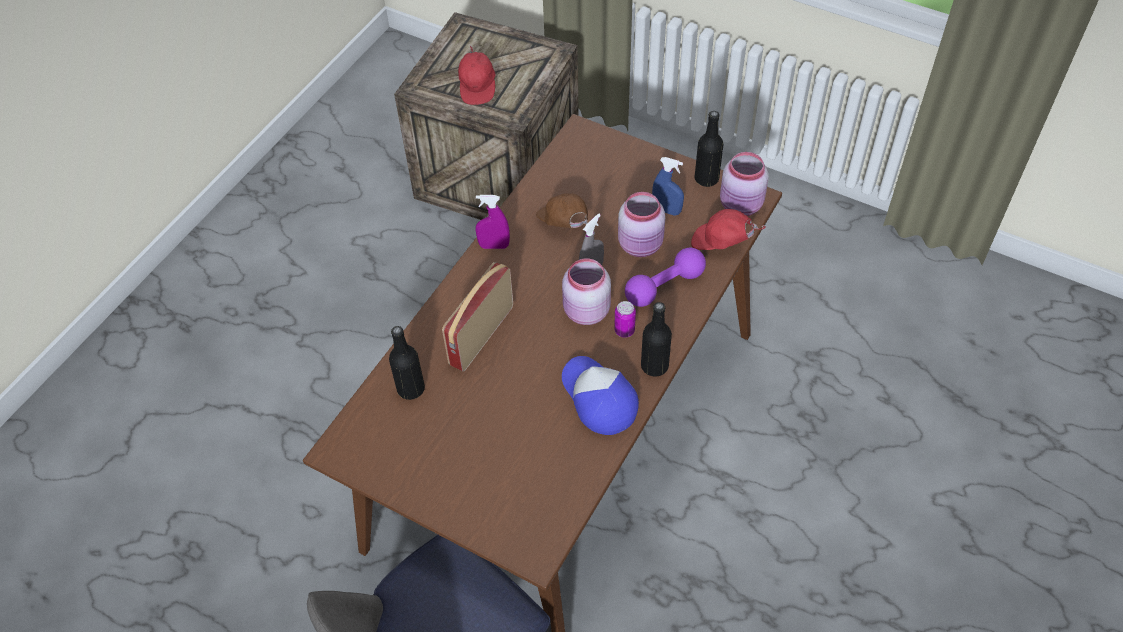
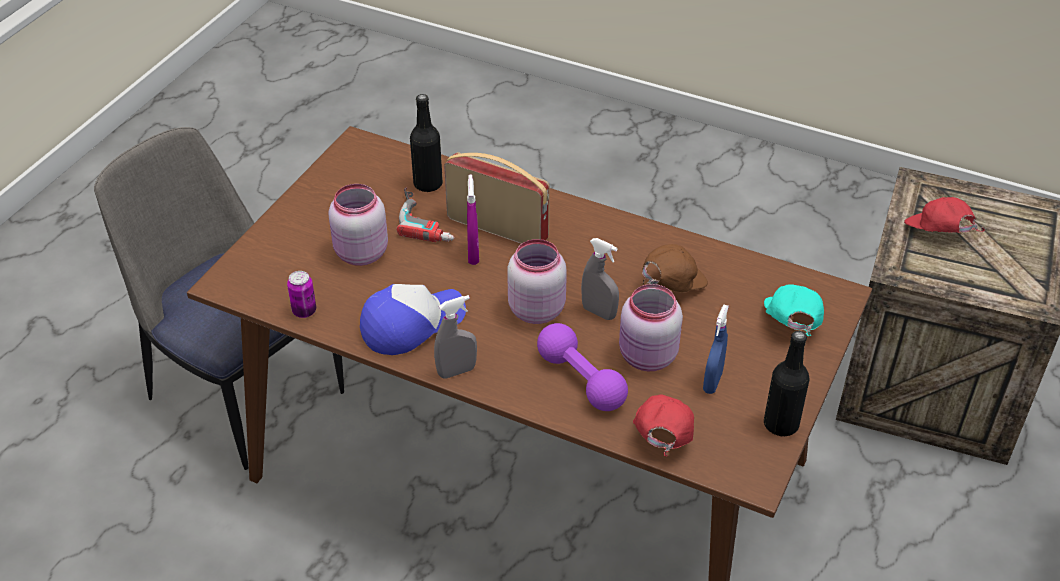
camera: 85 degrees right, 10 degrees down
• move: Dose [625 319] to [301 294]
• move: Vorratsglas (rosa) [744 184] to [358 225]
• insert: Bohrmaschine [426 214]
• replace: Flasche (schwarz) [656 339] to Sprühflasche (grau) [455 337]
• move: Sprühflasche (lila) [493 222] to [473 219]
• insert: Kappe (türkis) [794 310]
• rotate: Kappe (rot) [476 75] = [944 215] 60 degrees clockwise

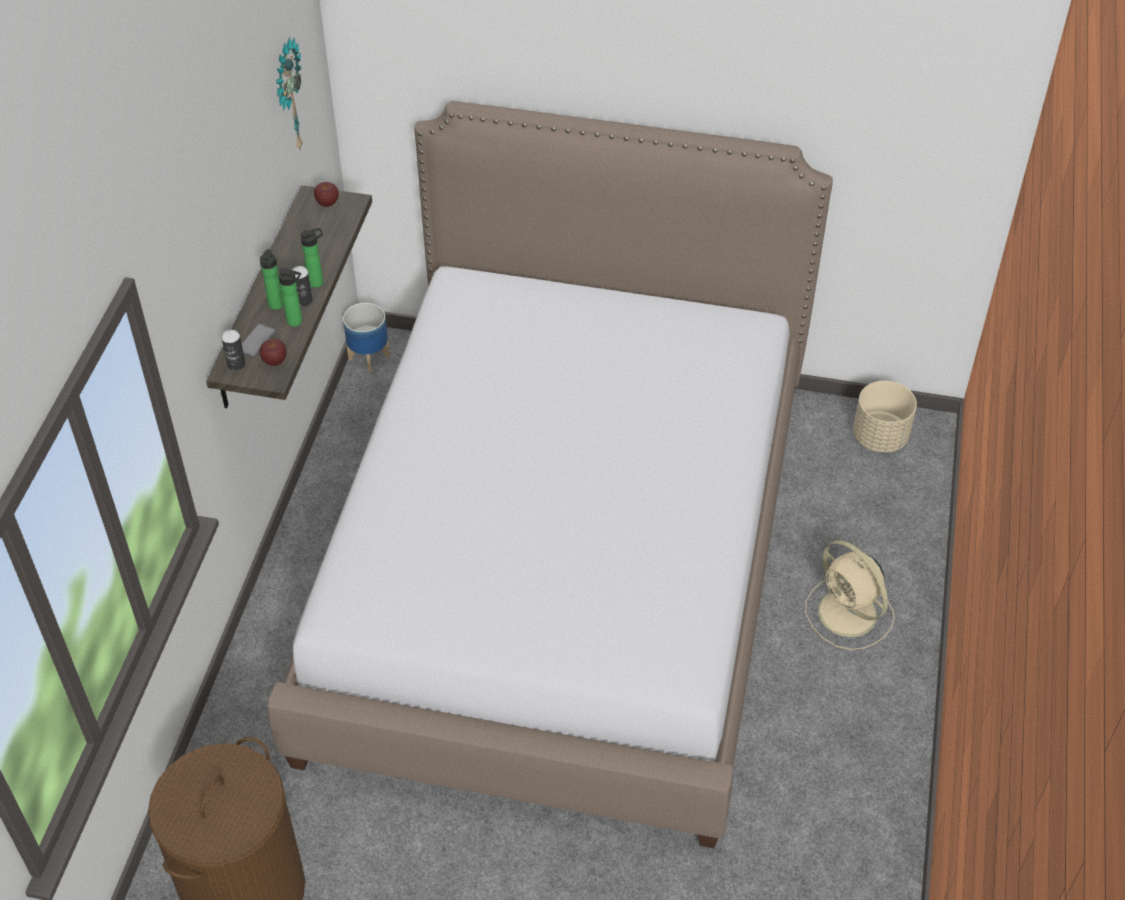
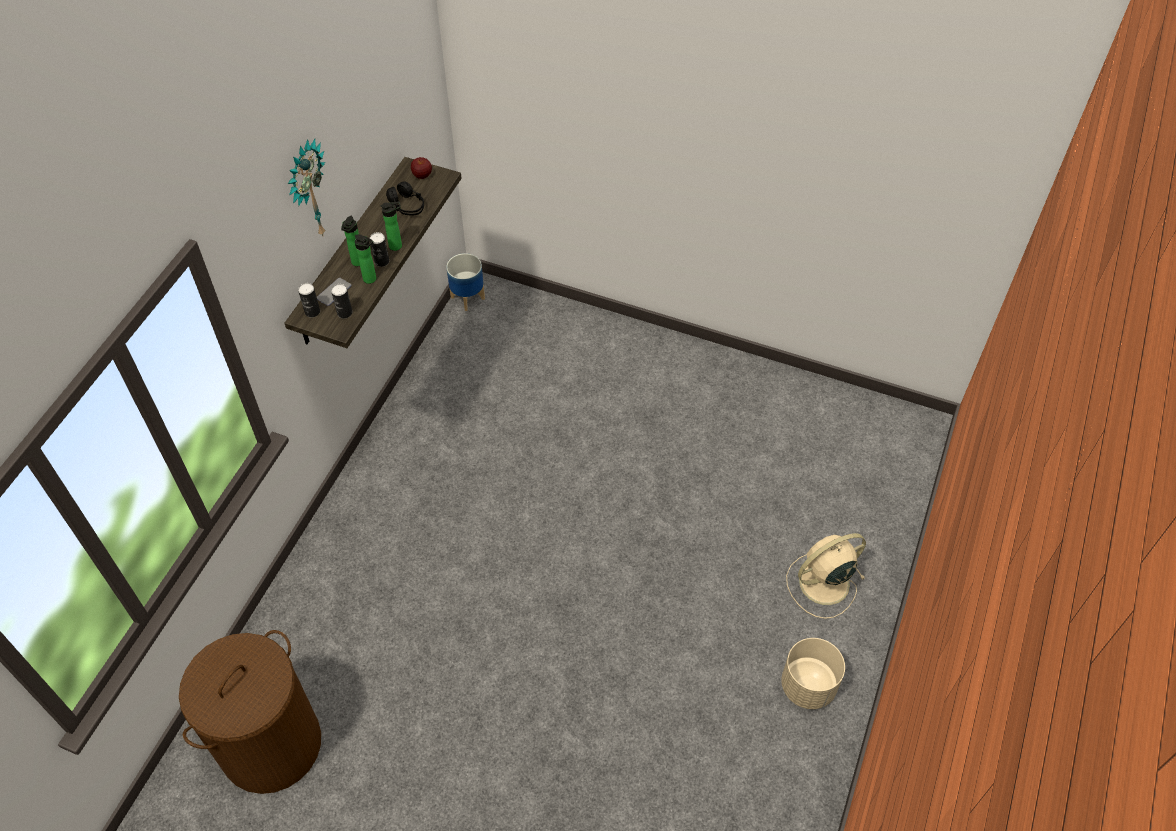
camera: 10 degrees right, 5 degrees up
• move: Wanduhr [289 94] to [307 187]
• replace: Apfel [273 352] to Dose [341 301]
• insert: Kopfhörer (schwarz) [405 198]
• move: Pflanzkübel (beige) [885 417] to [813 673]
• rotate: Ventilator (beige) [849 595] = [826 576] 90 degrees clockwise
• delete: Bett [550 474]

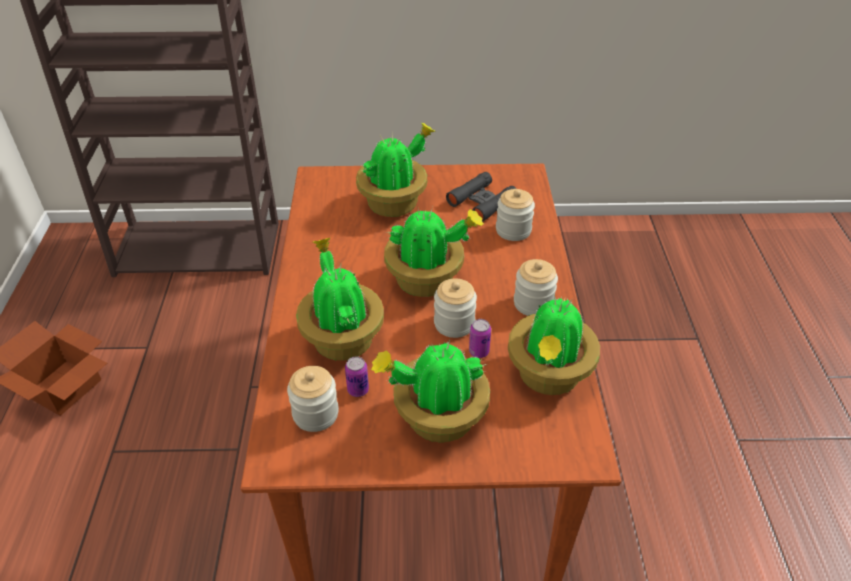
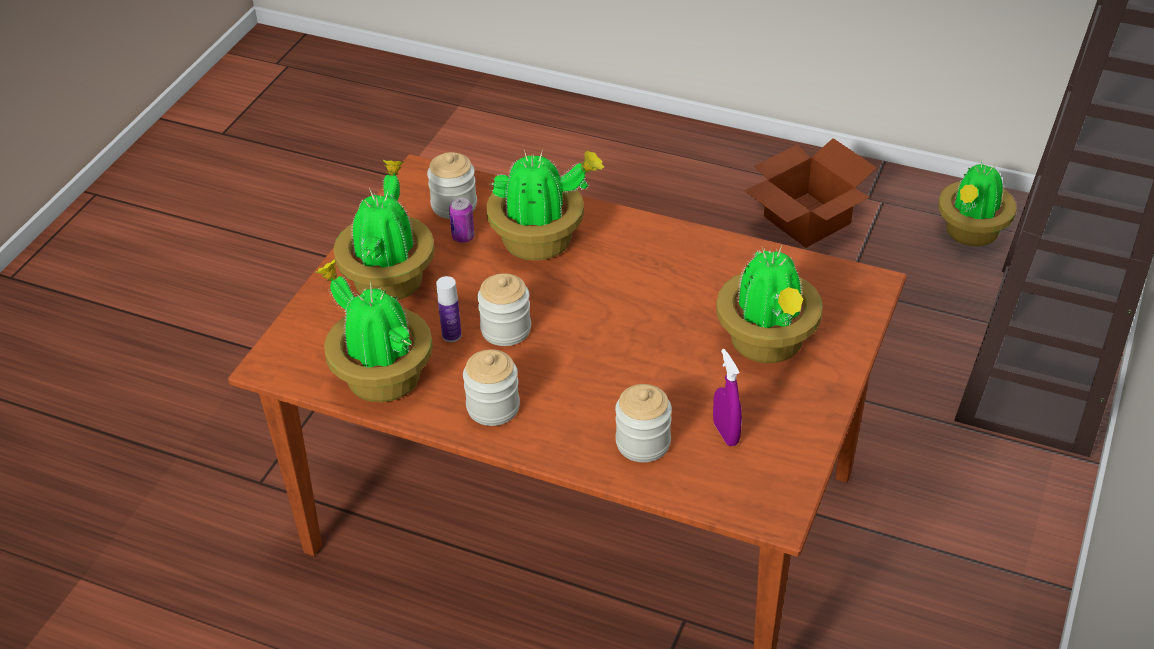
camera: 115 degrees right, 0 degrees up
• replace: Dose [480 338] to Flasche [449 309]
• replace: Fernglas (schwarz) [481 197] to Sprühflasche (lila) [727 397]
• move: Topfpflanze [434 251] to [977 202]

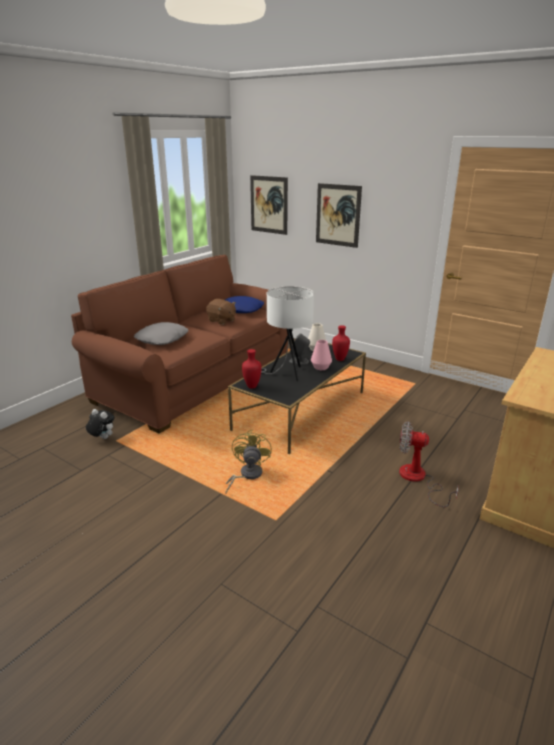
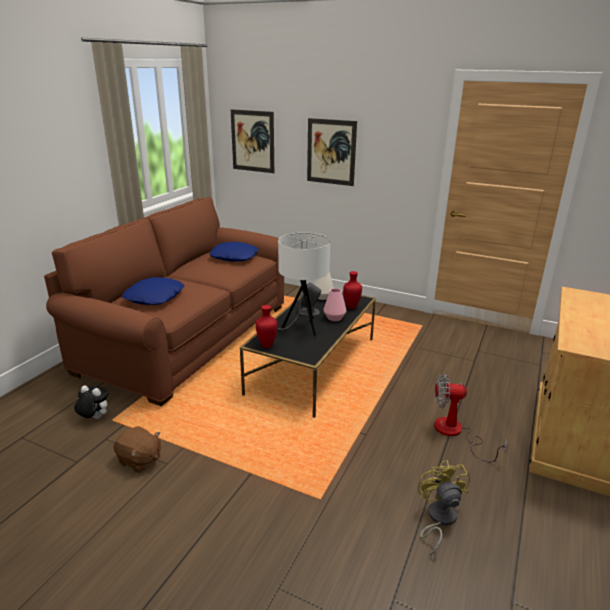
camera: 10 degrees left, 0 degrees up
• move: Plüschtier (braun) [221 312] to [137 449]
• recolor: Kissen (grau) [161 333] to Kissen (blau) [153 291]
• move: Ventilator (gelb) [248 462] to [444 507]

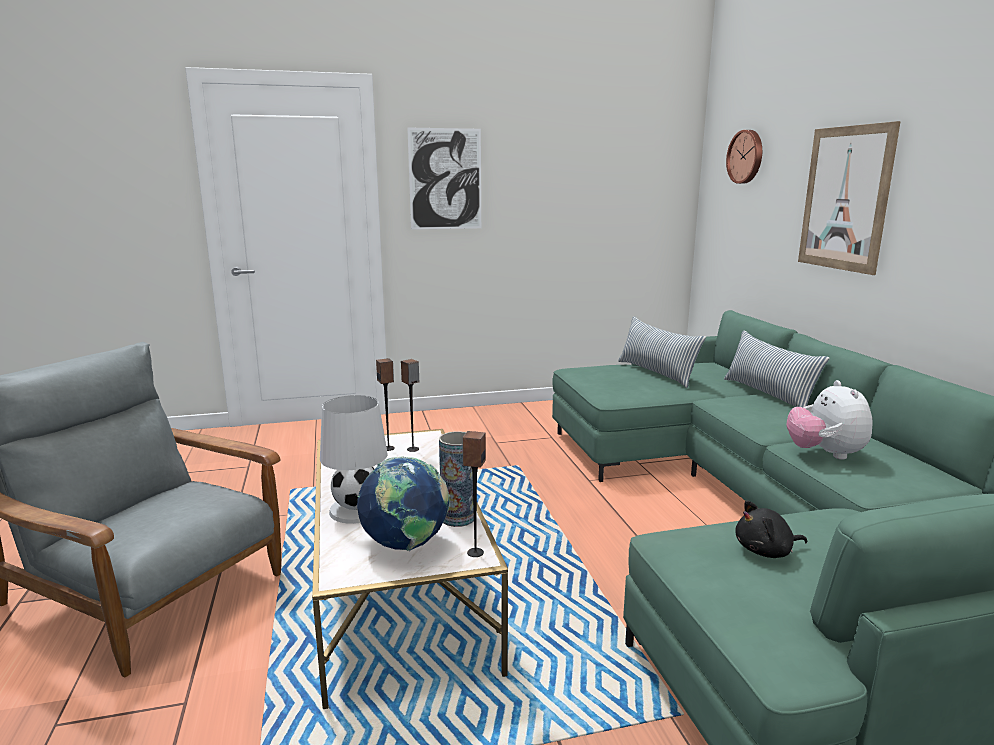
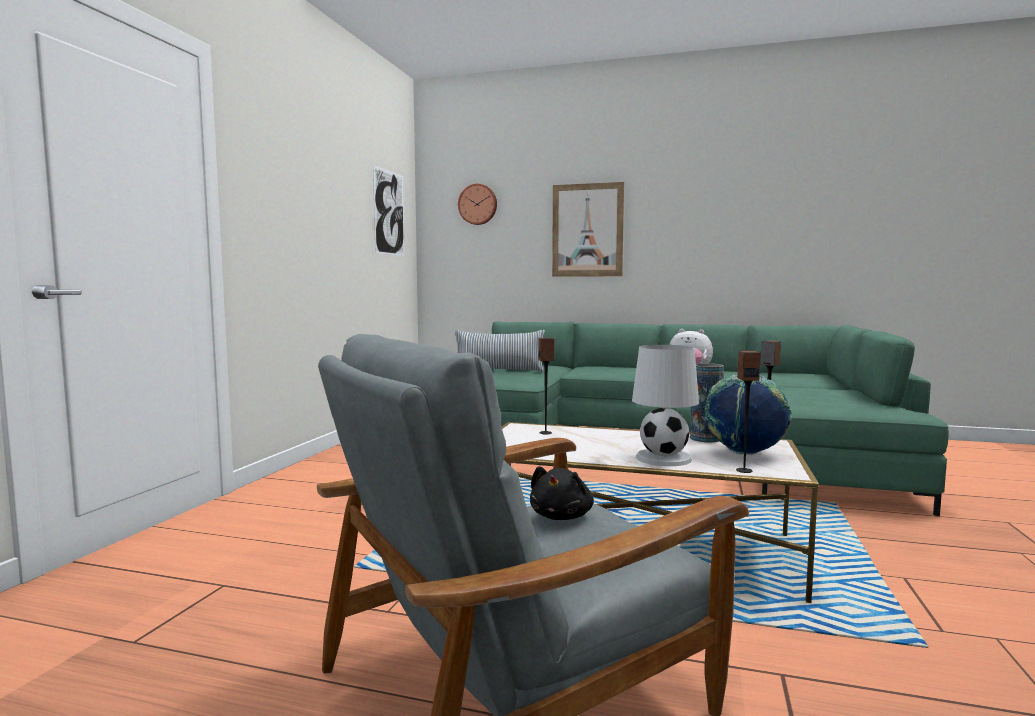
camera: 60 degrees left, 10 degrees down
• move: Bild [444 178] to [389 210]
• move: Plüschtier (schwarz) [771 529] to [562 493]
• move: Lautsprecher [385 404] to [748 412]
• delete: Kissen [776 369]

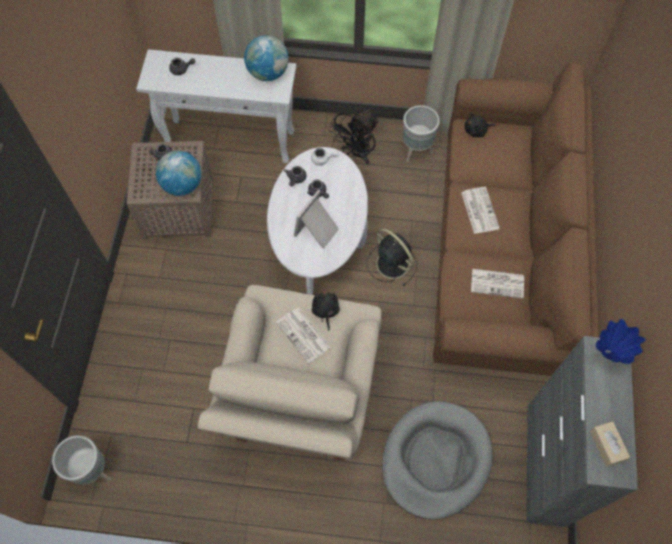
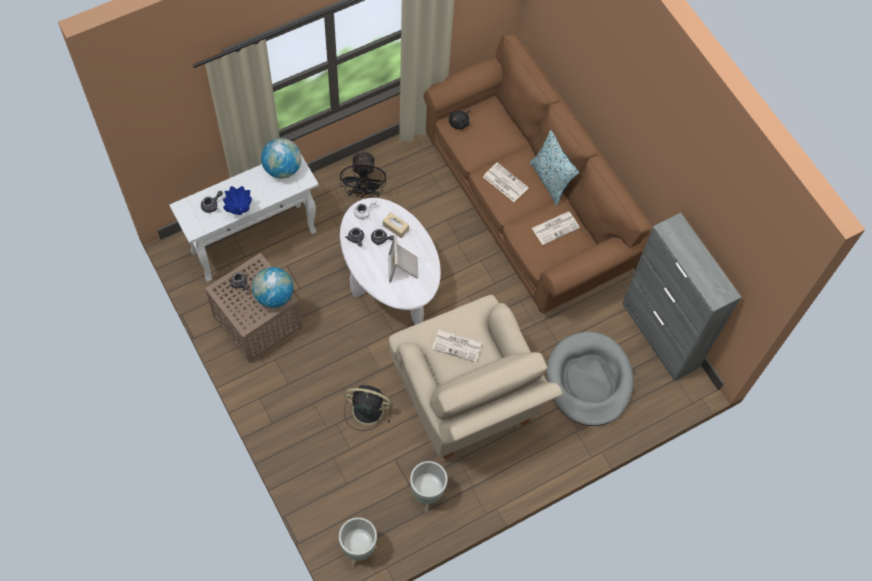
camera: 40 degrees left, 0 degrees up
• move: Vase (blau) [621 341] to [237 200]
• move: Ventilator (schwarz) [392 257] to [367 408]
• move: Taschentuchbox (beige) [610 444] to [396 225]
• move: Pflanzkübel (grau) [421 133] to [429 486]
• insert: Kissen [554 168]
• delete: Plüschtier (schwarz) [326 310]

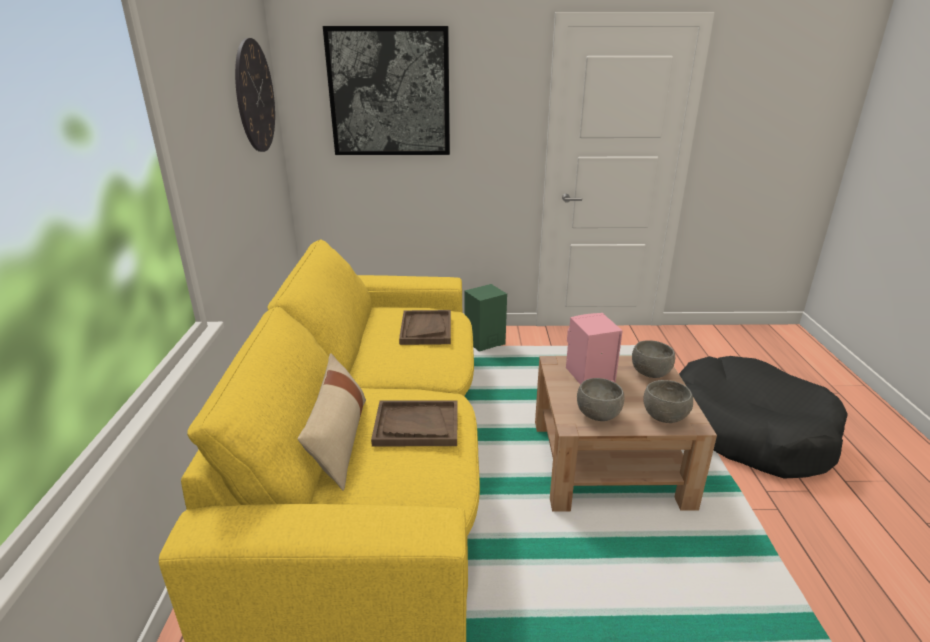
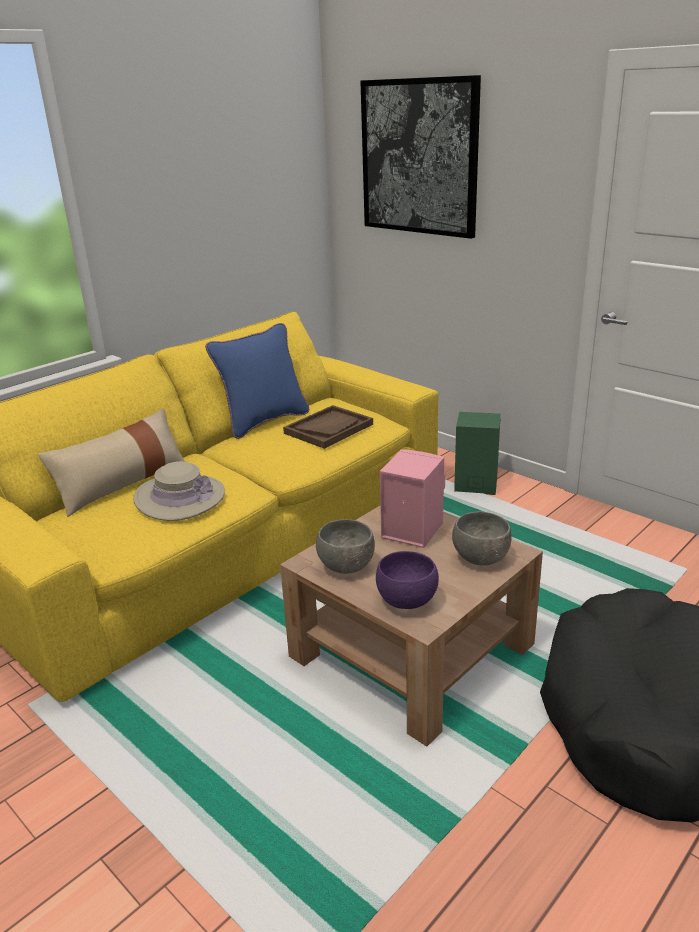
camera: 45 degrees right, 0 degrees up
• replace: Tablett (braun) [414 423] to Hut (beige) [179 491]
• insert: Kissen (blau) [257 381]
• recolor: Schüssel (grau) [668 401] to Schüssel (lila) [407 580]
• delete: Wanduhr [255 95]

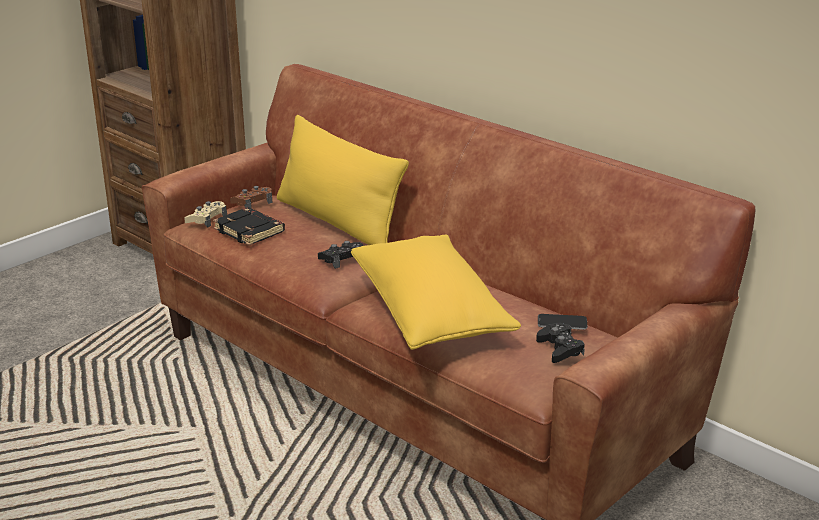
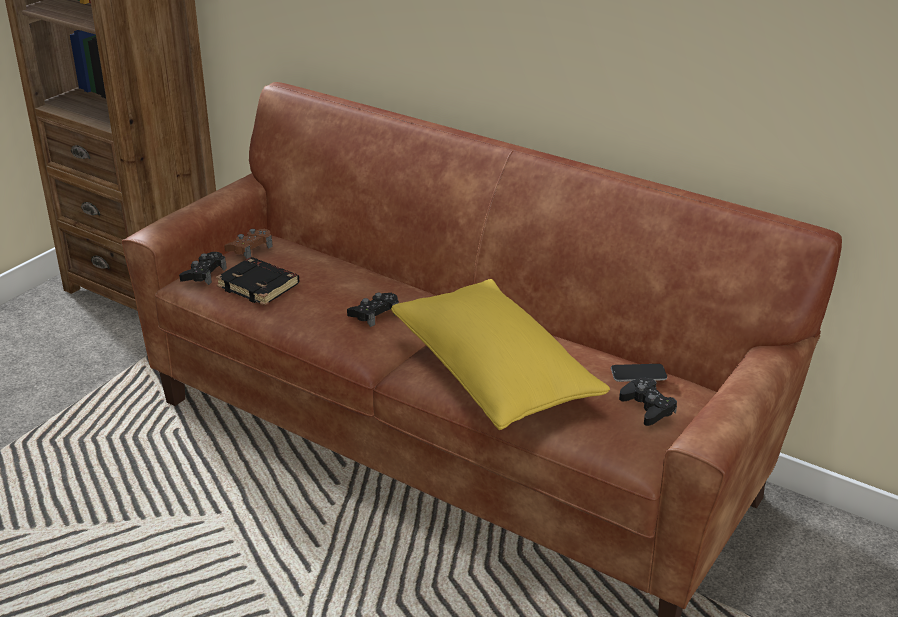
camera: 10 degrees left, 5 degrees up
• recolor: Gamepad (beige) [205 214] to Gamepad (schwarz) [203 268]
• delete: Kissen (gelb) [343 180]

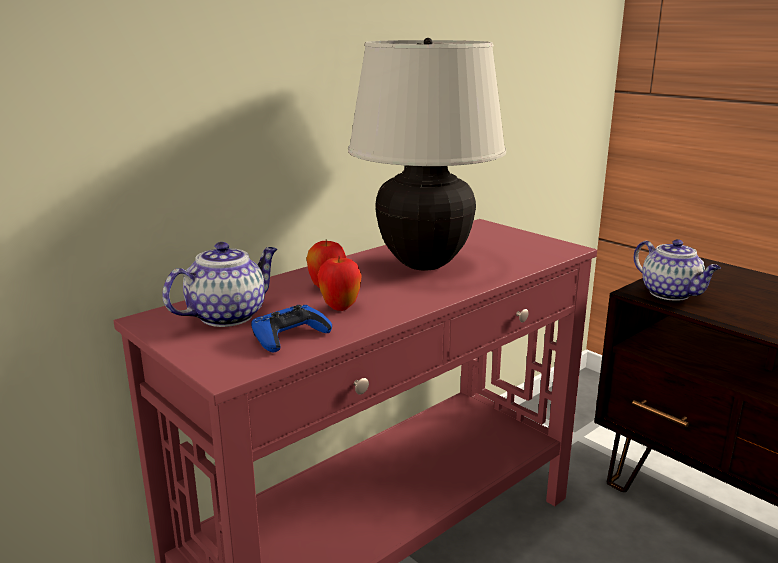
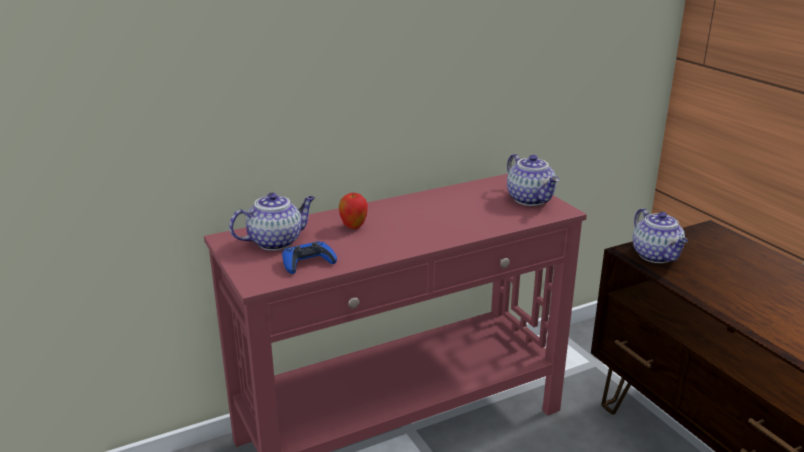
camera: 15 degrees right, 5 degrees up
• insert: Teekanne [533 180]
• delete: Apfel [339 283]
• delete: Tischlampe (beige) [427 154]

